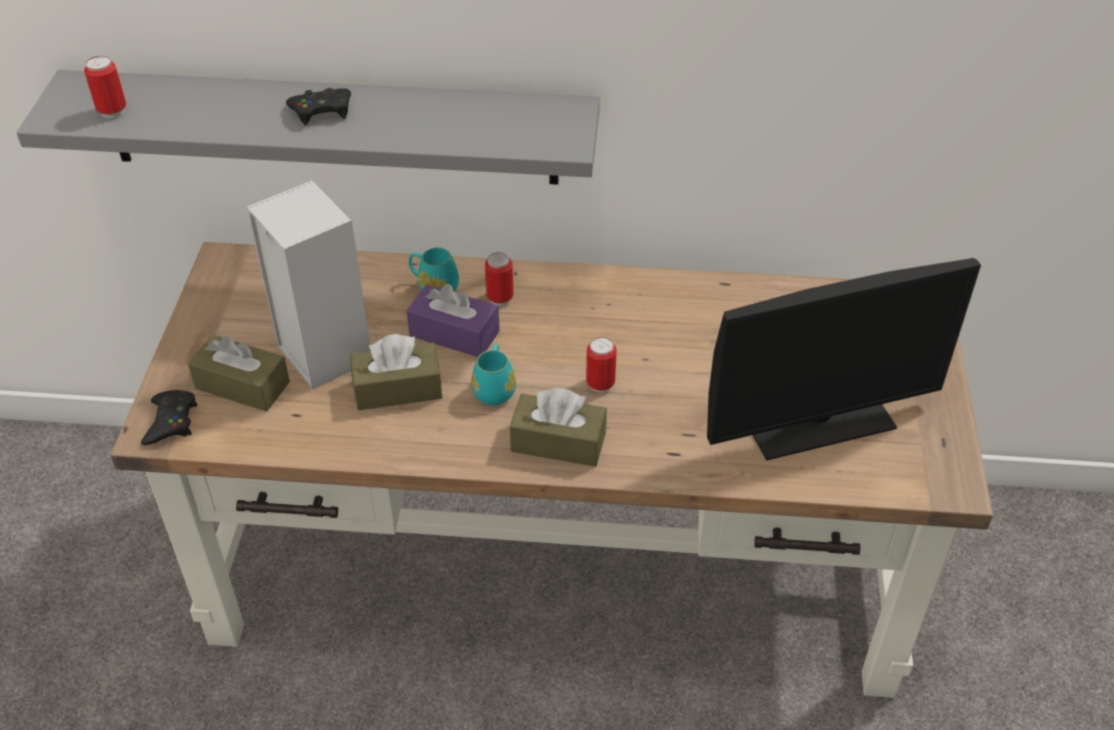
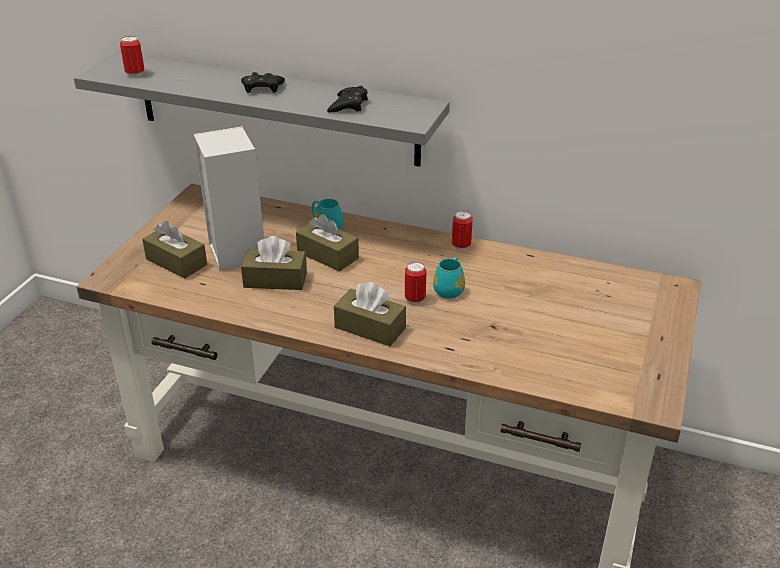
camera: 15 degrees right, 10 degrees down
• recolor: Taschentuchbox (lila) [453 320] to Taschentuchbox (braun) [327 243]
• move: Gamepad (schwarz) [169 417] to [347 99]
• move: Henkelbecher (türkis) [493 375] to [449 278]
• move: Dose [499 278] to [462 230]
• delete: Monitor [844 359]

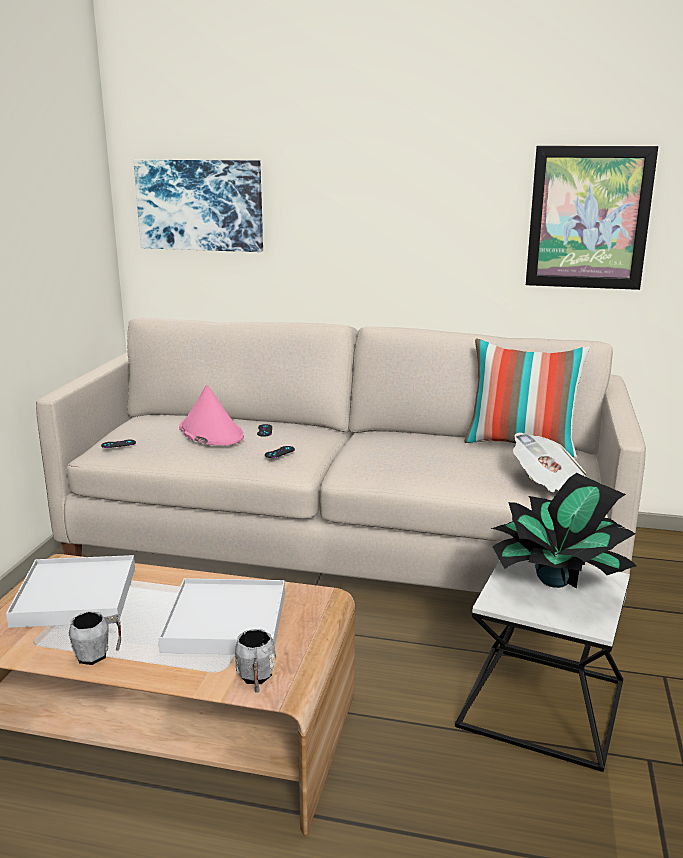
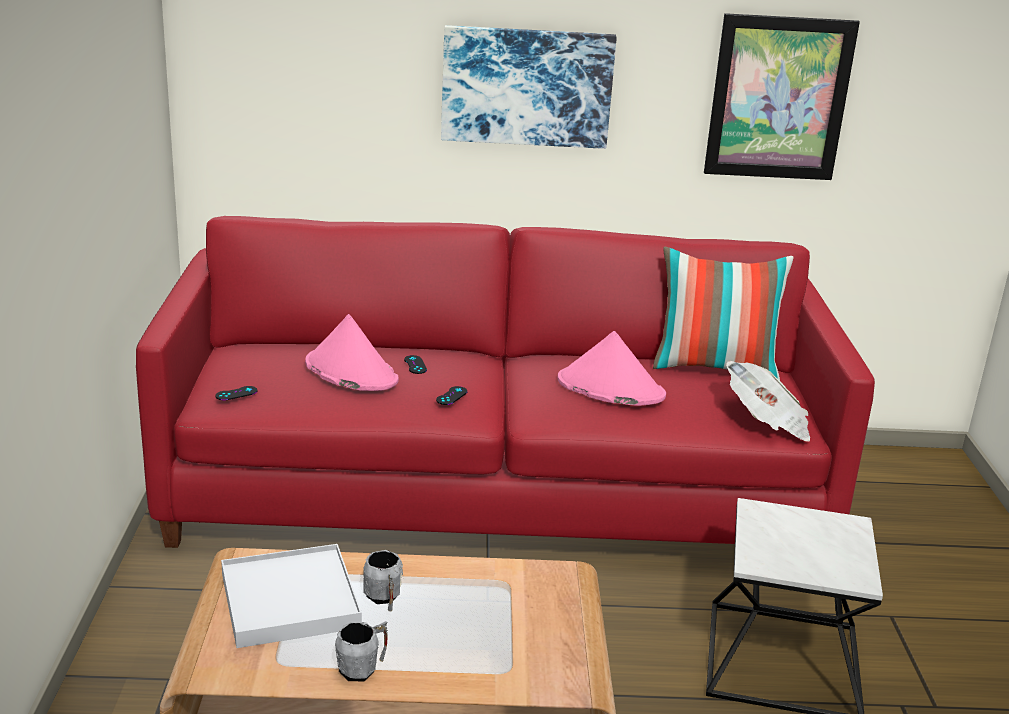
camera: 15 degrees left, 5 degrees up
• recolor: Sofa (beige) [341 461] to Sofa (rot) [505 382]
• move: Henkelbecher (grau) [255 661] to [383 580]
• move: Bild [198 205] to [529 87]
• insert: Hut (rosa) [612 368]
• delete: Tablett (weiß) [222 616]
• delete: Topfpflanze [563 531]

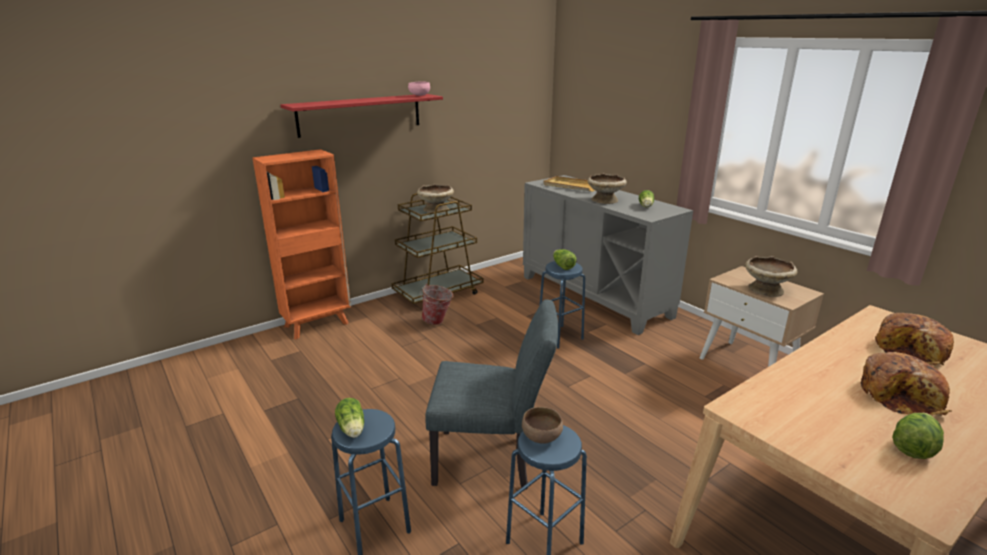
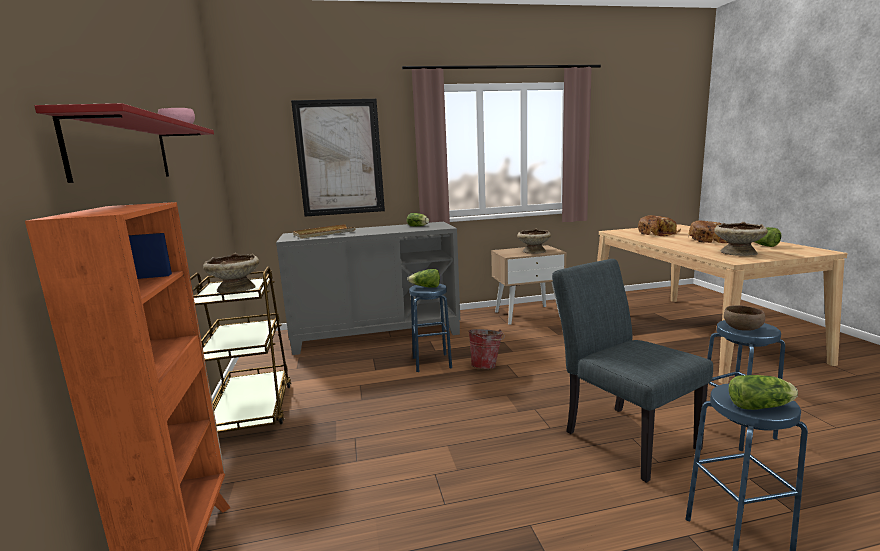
camera: 65 degrees left, 10 degrees down
• insert: Bild [338 158]
• move: Eimer [437 304] to [486 349]
• rotate: Stuhl (grau) [491 394] = [632 371] 60 degrees counterclockwise
• move: Schüssel (beige) [607 188] to [741 239]

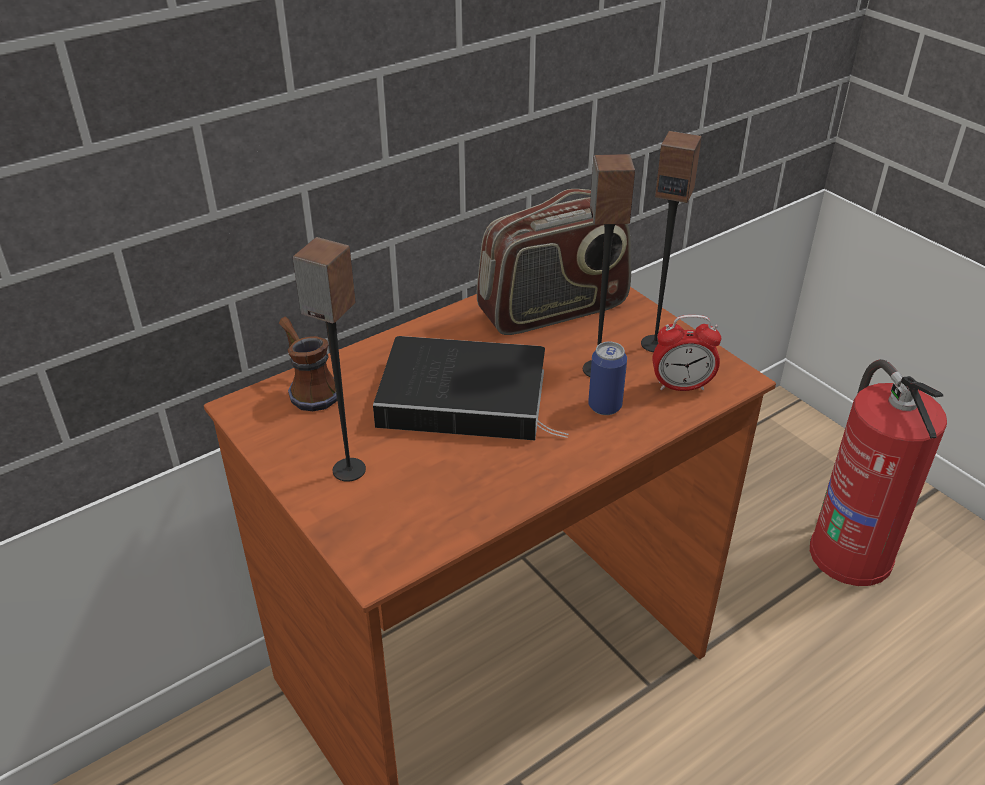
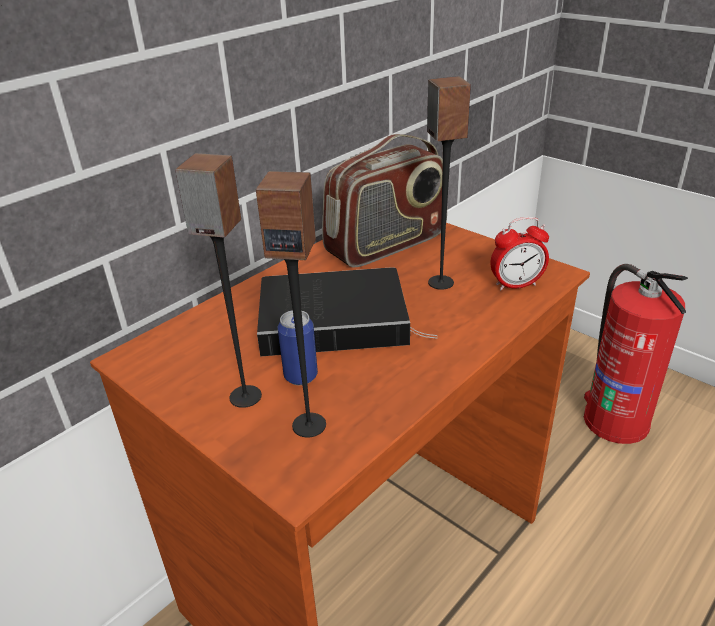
camera: 10 degrees left, 5 degrees down
• move: Lautsprecher [671 241] to [291 304]
• move: Dose [607 378] to [298 347]
• delete: Henkelbecher [308 364]

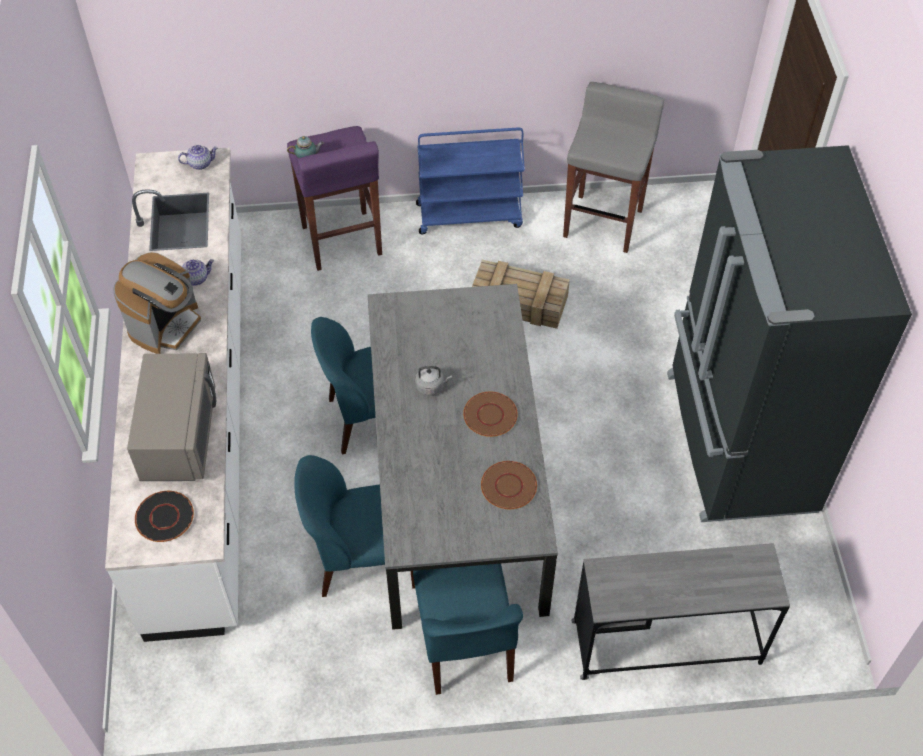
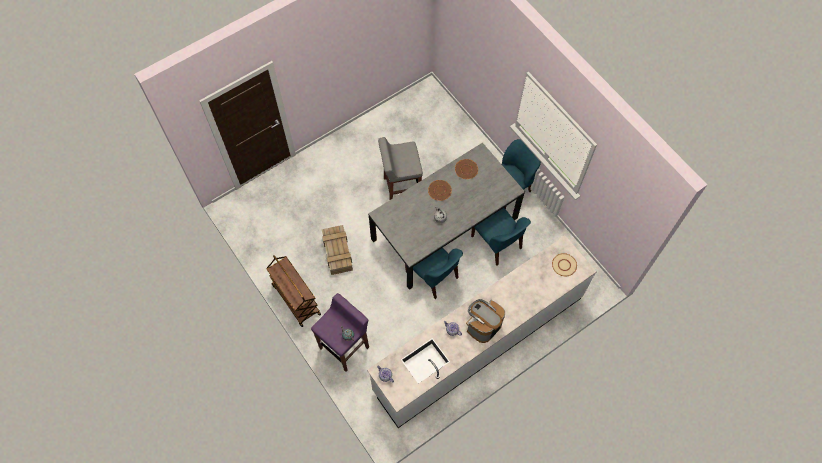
camera: 120 degrees left, 10 degrees up
• recolor: Rollwagen (blau) [470 180] to Rollwagen (braun) [293 291]
• move: Hocker (grau) [613 167] to [400 168]
• rotate: Kaffeemaschine [157 303] = [485 321] 45 degrees counterclockwise
• recolor: Teller (schwarz) [164 516] to Teller (beige) [564 264]
• delete: Mikrowelle (grau) [171 417]
• delete: Schreibtisch (grau) [681 611]
• delete: Kühlschrank (schwarz) [789 333]

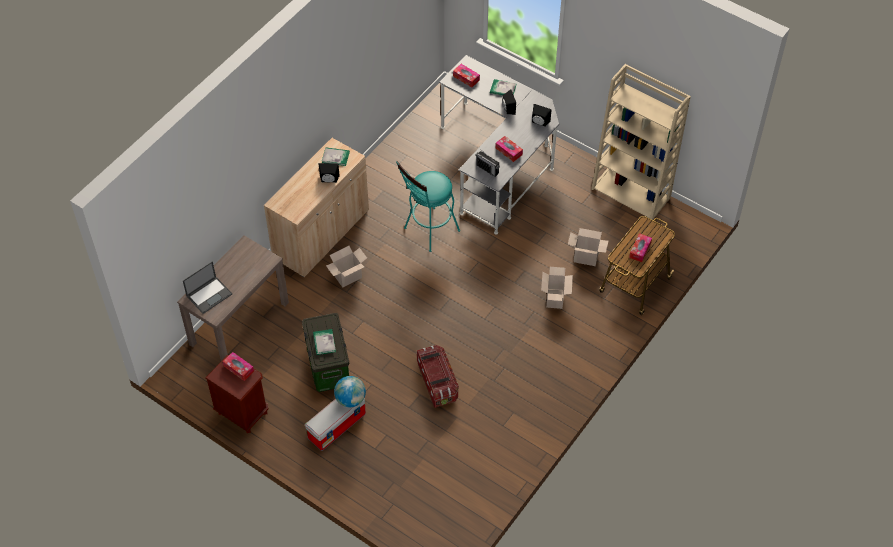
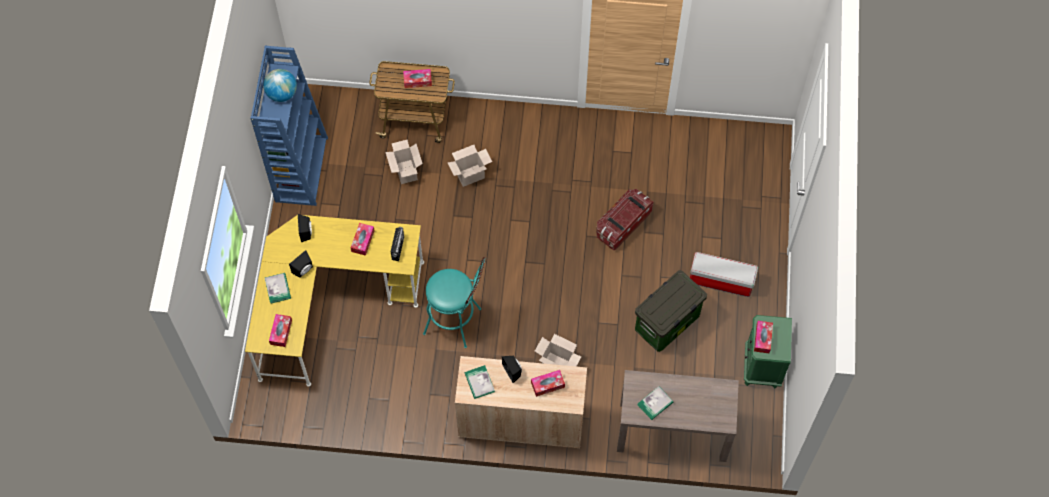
camera: 120 degrees left, 10 degrees up
• recolor: Schreibtisch (grau) [499 144] to Schreibtisch (gelb) [334 301]
• recolor: Bücherregal (beige) [641 142] to Bücherregal (blau) [289 126]
• move: Globus [350 391] to [280 85]
• insert: Taschentuchbox [548 383]
• move: Buch [324 342] to [655 403]
• recolor: Nachttisch (braun) [237 394] to Nachttisch (grün) [768 351]
• delete: Laptop [207 287]

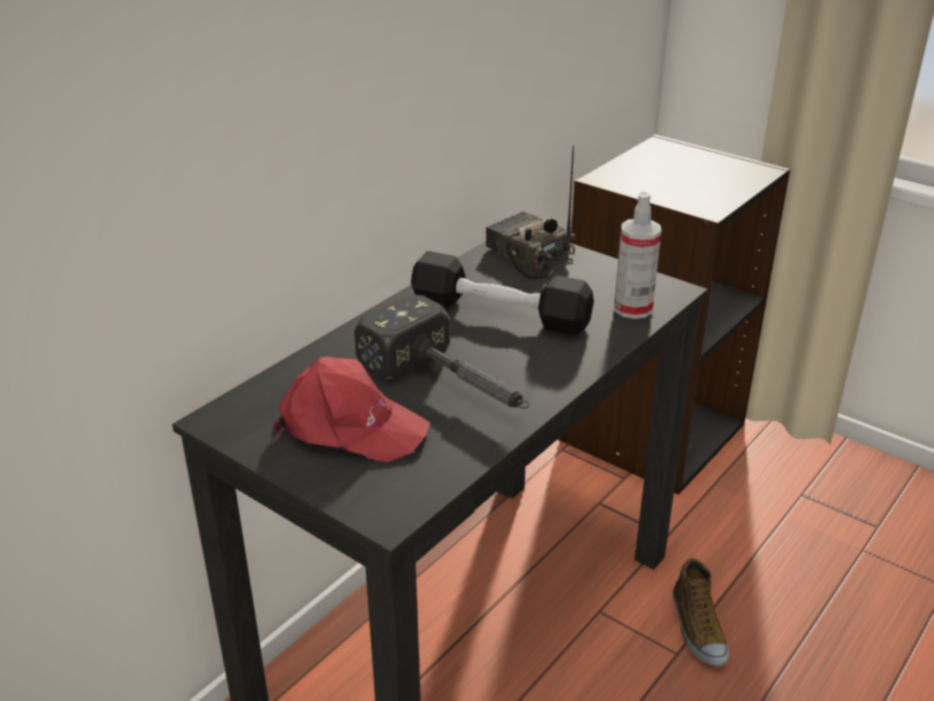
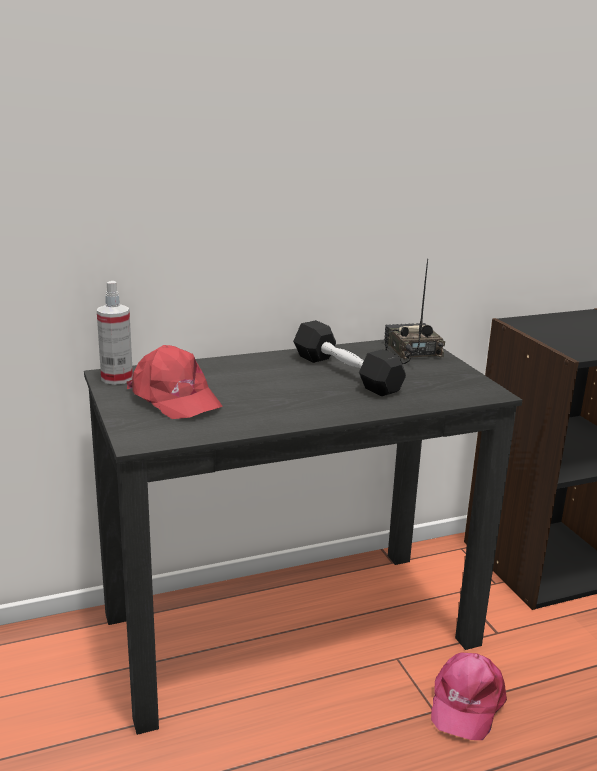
camera: 30 degrees right, 10 degrees down
• move: Sprühflasche [638 255] to [115 333]
• replace: Schuh [701 612] to Kappe (rosa) [469 696]
• delete: Hammer [442 351]

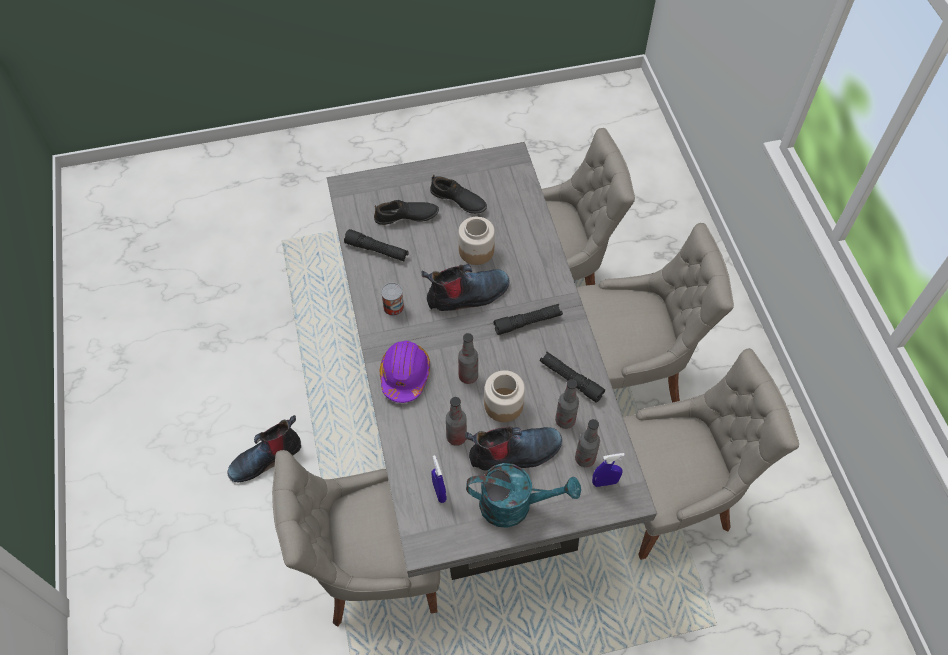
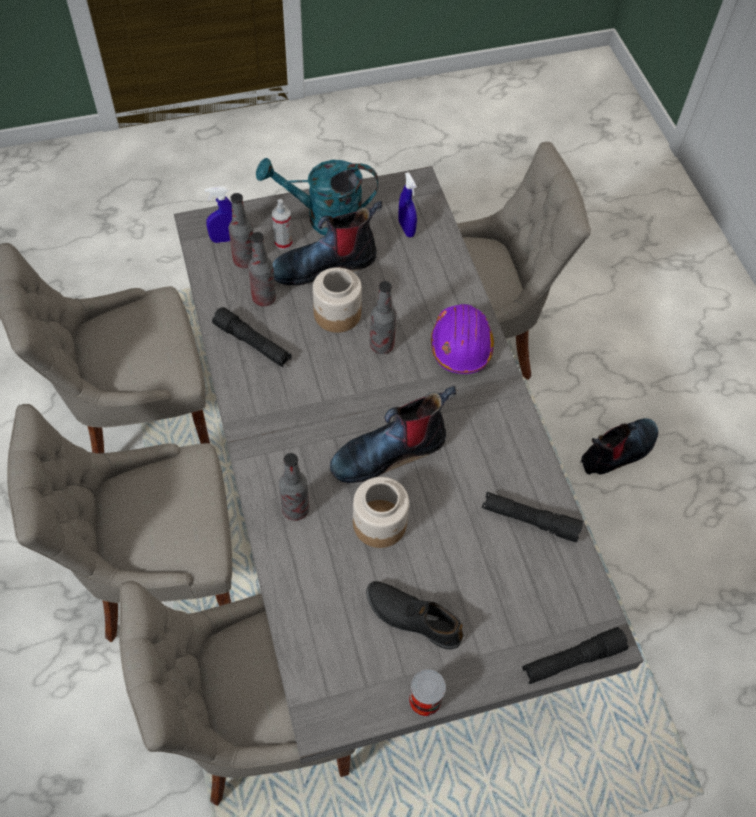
camera: 175 degrees right, 0 degrees up
• insert: Sprühflasche [282 224]
• move: Flasche [456 421] to [294 487]
• move: Dose [392 299] to [427 693]
• move: Taschenlampe (schwarz) [528 319] to [575 655]
• delete: Schuh (schwarz) [406 212]

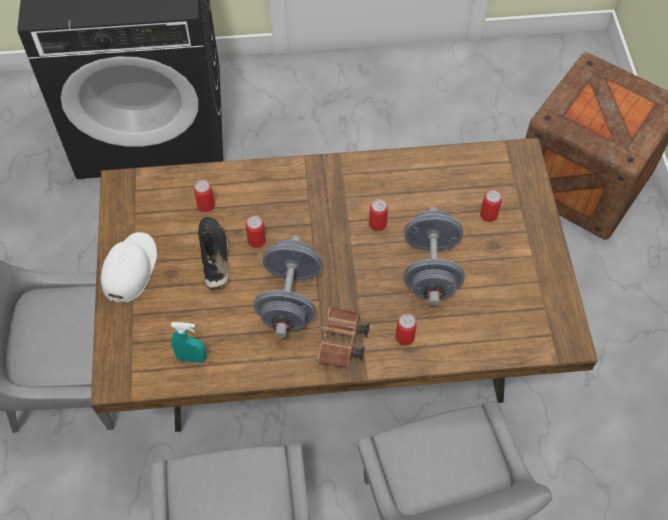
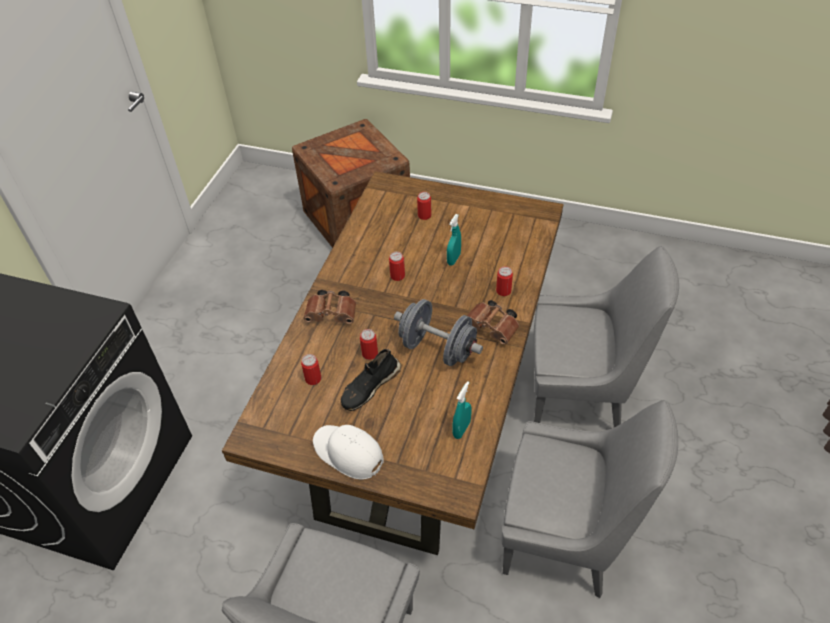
camera: 65 degrees left, 10 degrees down
• insert: Fernglas (braun) [329 307]
• rotate: Schuh (schwarz) [213 253] = [371 380] 60 degrees counterclockwise
• replace: Hantel (grau) [434 256] to Sprühflasche (türkis) [454 240]

